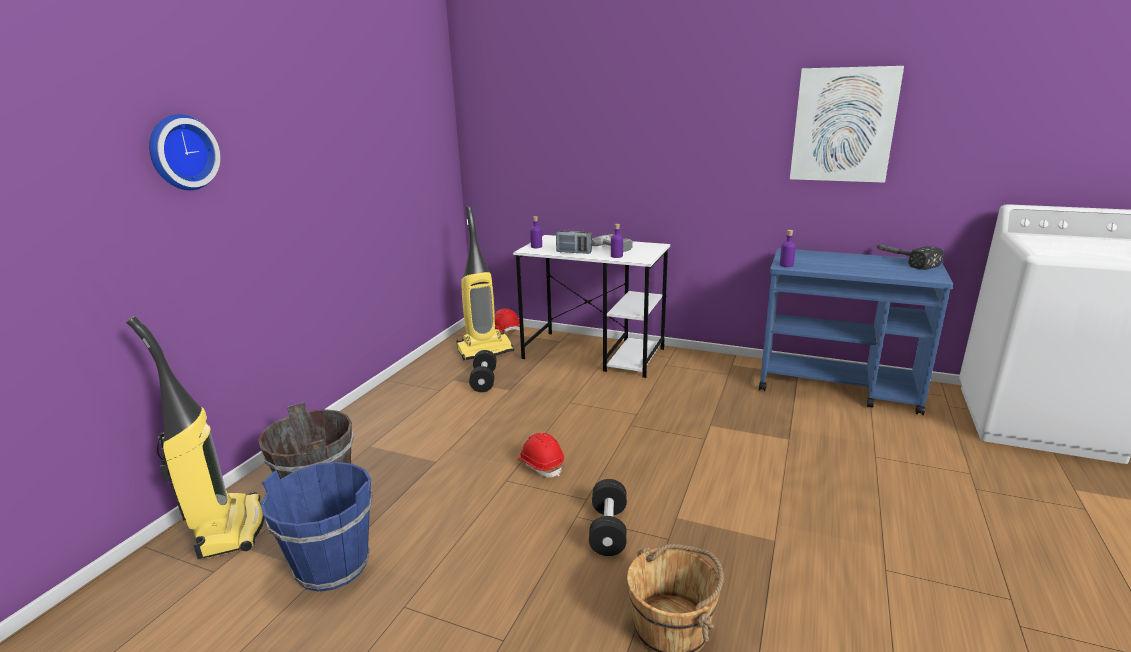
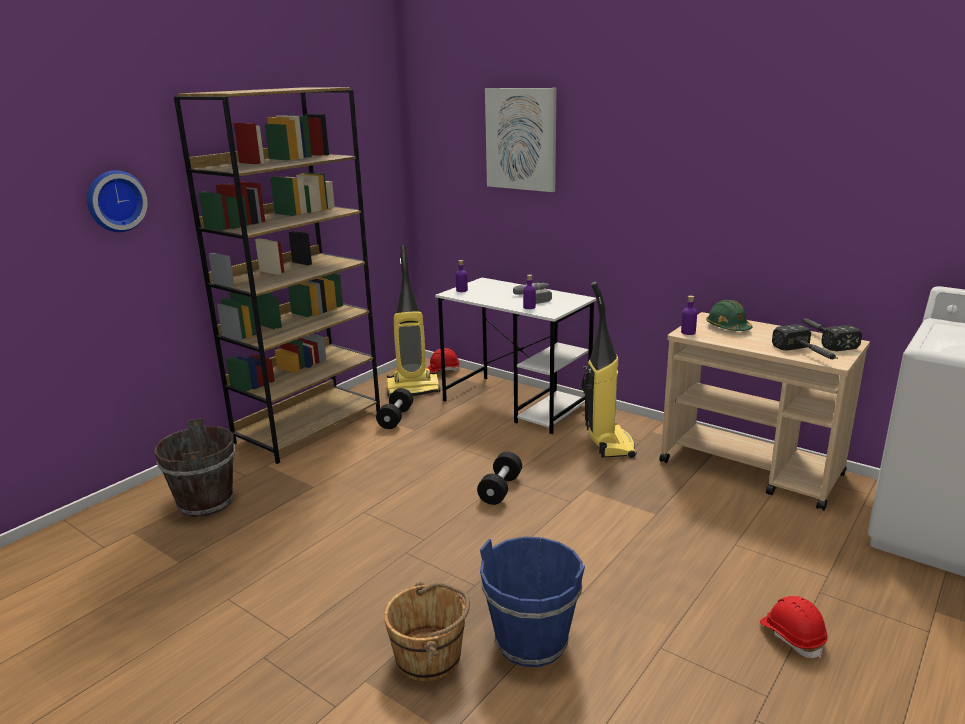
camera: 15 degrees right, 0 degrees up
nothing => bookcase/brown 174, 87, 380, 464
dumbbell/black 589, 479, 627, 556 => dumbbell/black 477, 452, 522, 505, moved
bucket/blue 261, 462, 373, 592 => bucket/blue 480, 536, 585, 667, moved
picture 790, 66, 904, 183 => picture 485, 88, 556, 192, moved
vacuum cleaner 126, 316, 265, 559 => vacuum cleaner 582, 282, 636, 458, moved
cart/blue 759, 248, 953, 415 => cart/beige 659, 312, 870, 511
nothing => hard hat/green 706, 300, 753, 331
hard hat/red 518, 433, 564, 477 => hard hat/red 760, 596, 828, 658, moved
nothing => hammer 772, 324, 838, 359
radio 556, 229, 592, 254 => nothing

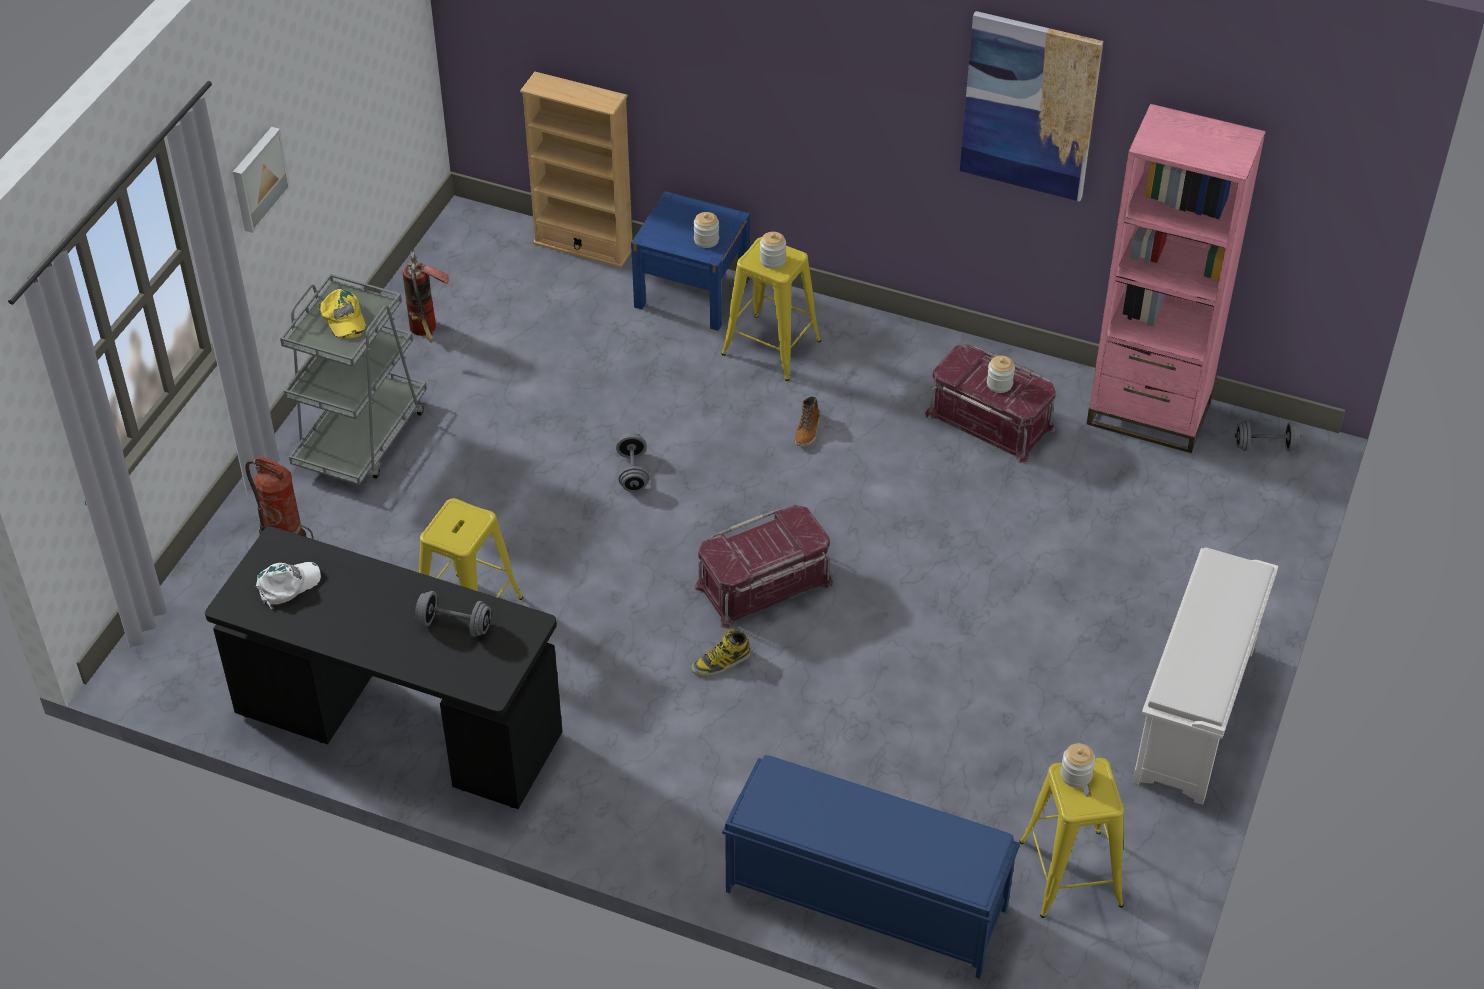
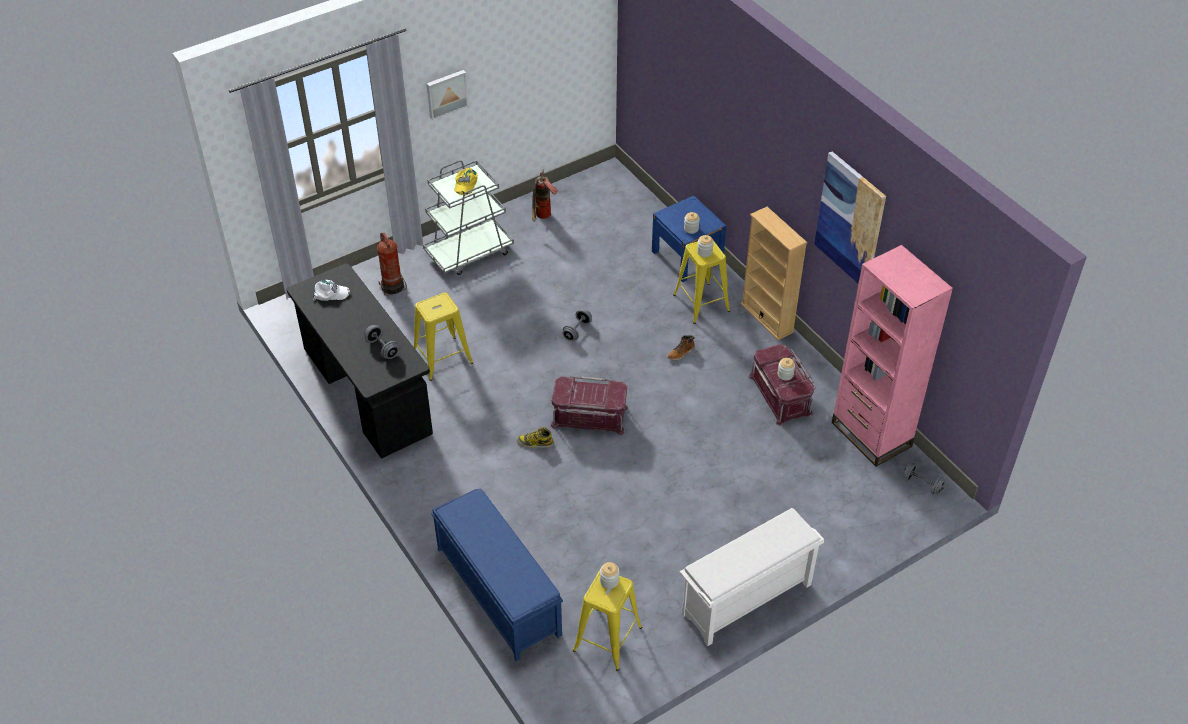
camera: 35 degrees right, 0 degrees up
bookcase/beige 520, 72, 632, 268 => bookcase/beige 741, 207, 808, 340, moved

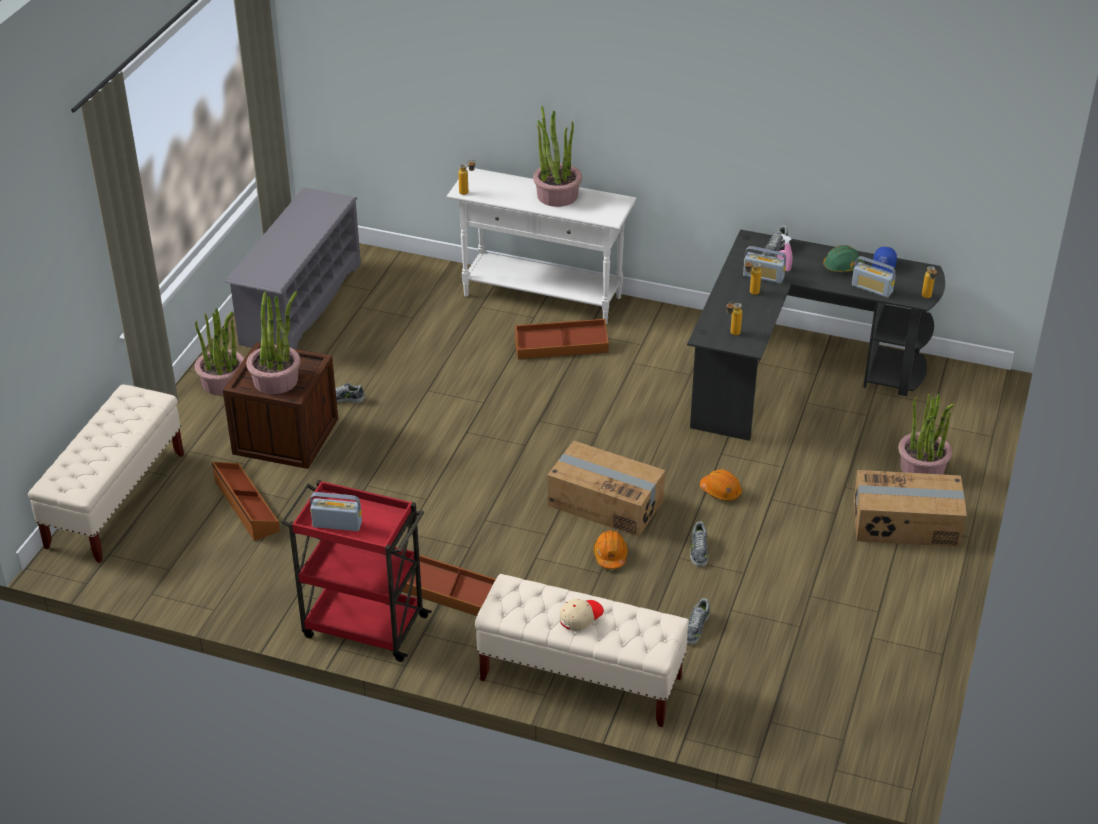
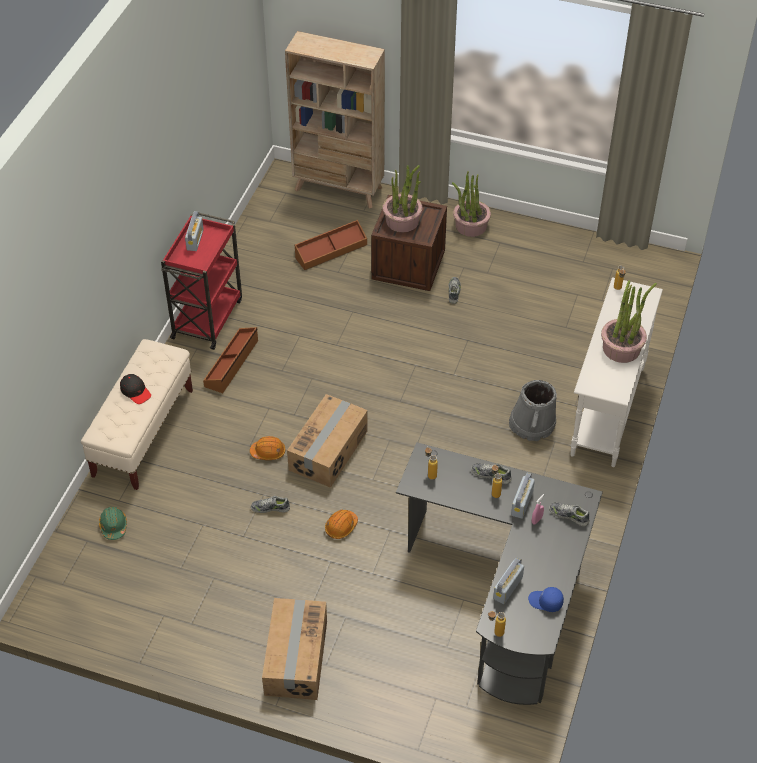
camera: 90 degrees right, 10 degrees up
hard hat/green 823, 245, 865, 273 => hard hat/green 99, 507, 127, 540, moved
cap/beige 560, 599, 604, 631 => cap/black 120, 374, 151, 404
bench/beige 28, 385, 184, 563 => bookcase/beige 285, 31, 385, 209
shoe 687, 598, 710, 645 => shoe 471, 463, 512, 484, moved
storage box/brown 515, 319, 609, 359 => bucket/grey 509, 380, 557, 441
shoe rack/grey 225, 187, 361, 349 => nothing
potted plant 898, 393, 954, 475 => nothing

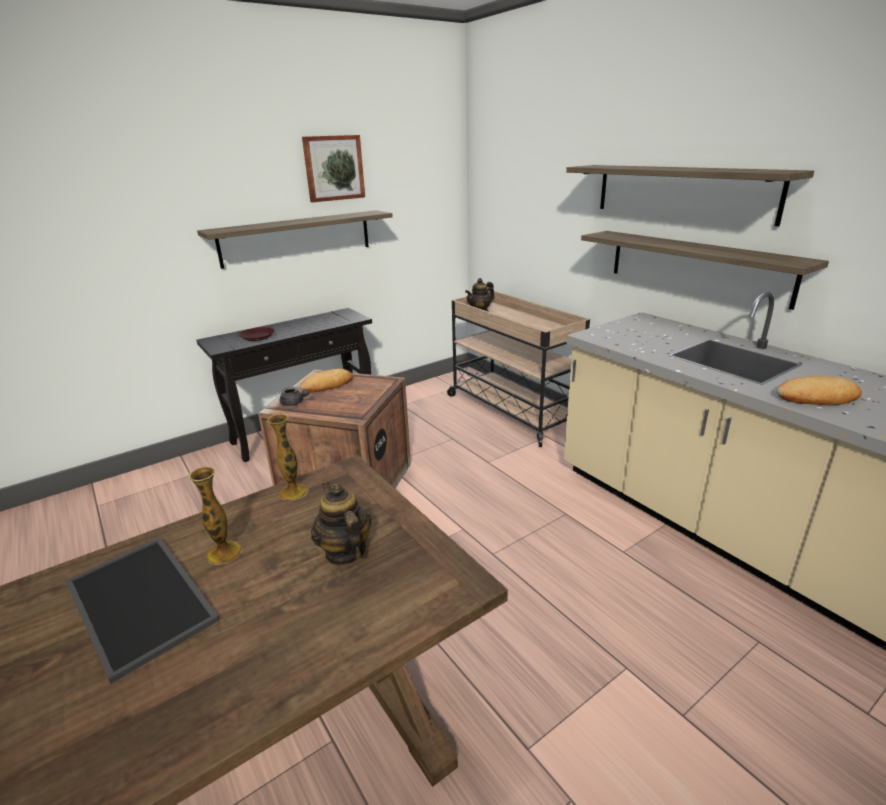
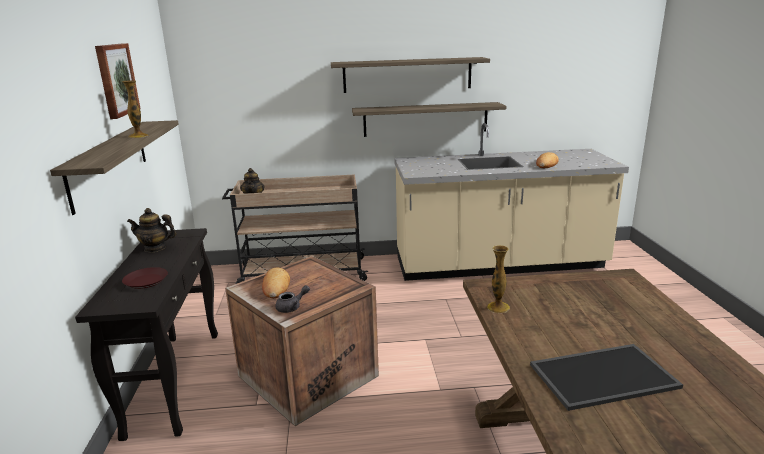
camera: 60 degrees left, 5 degrees down
vase 188, 467, 242, 565 => vase 122, 80, 148, 138, moved
teapot 311, 482, 372, 566 => teapot 127, 208, 177, 252, moved

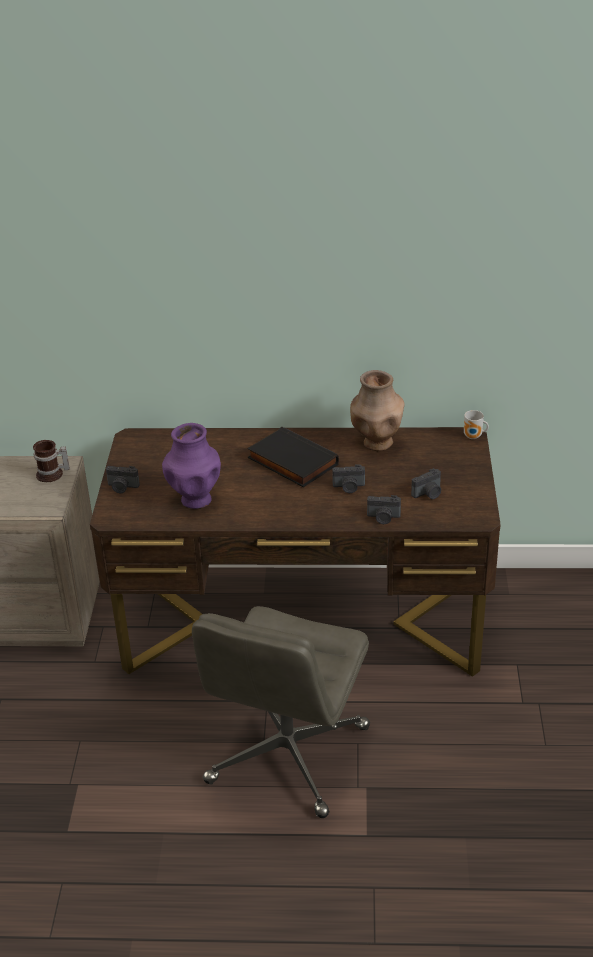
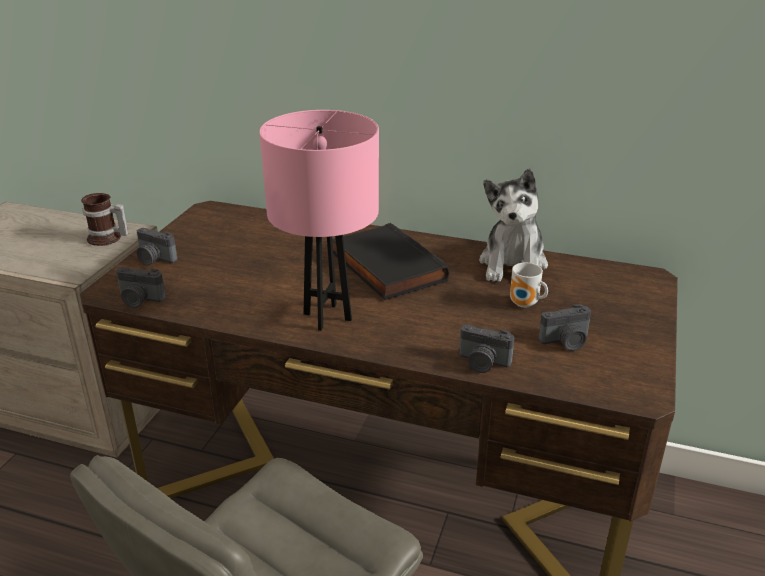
camera: 15 degrees right, 5 degrees down
photo camera 332, 465, 365, 493 => photo camera 116, 267, 166, 308, moved
nothing => table lamp/pink 259, 110, 379, 331
vase/brown 350, 370, 405, 451 => plush toy 479, 168, 548, 282
mug 464, 410, 489, 439 => mug 510, 263, 548, 308, moved
vase/purple 162, 423, 221, 509 => nothing

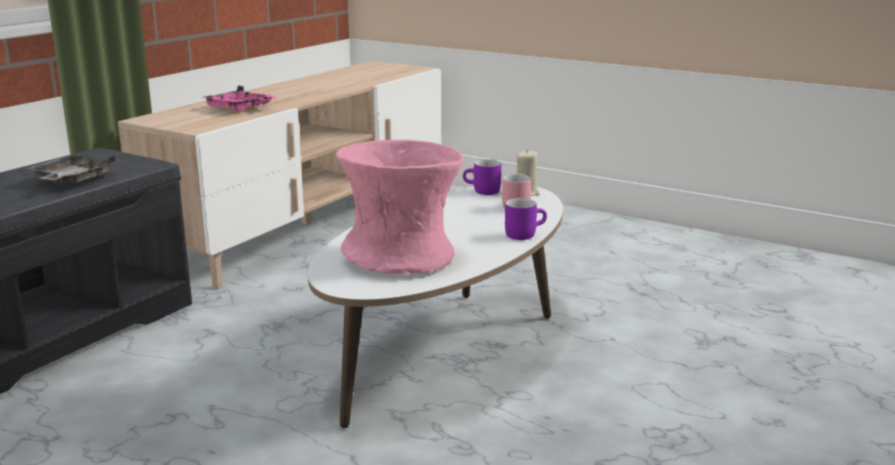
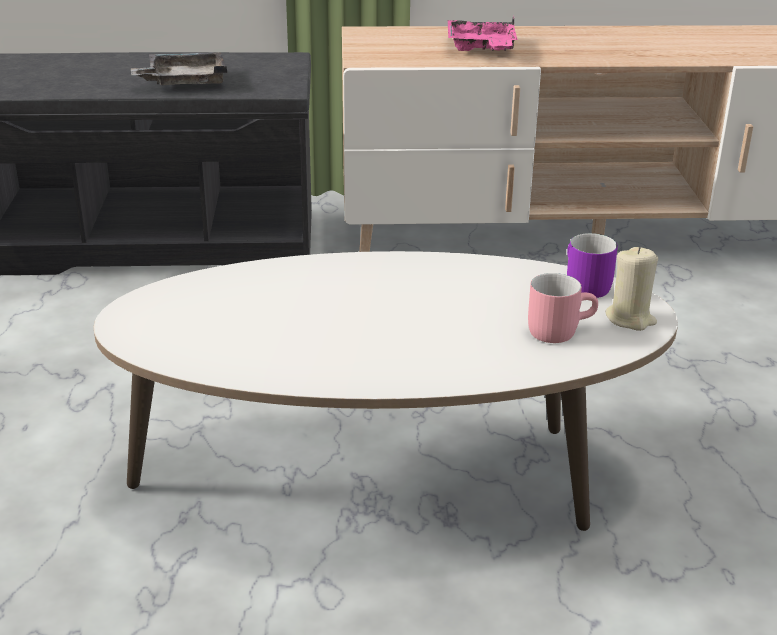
camera: 55 degrees right, 10 degrees up
vase/pink 336, 140, 464, 274 => nothing
mug/purple 505, 198, 547, 240 => nothing

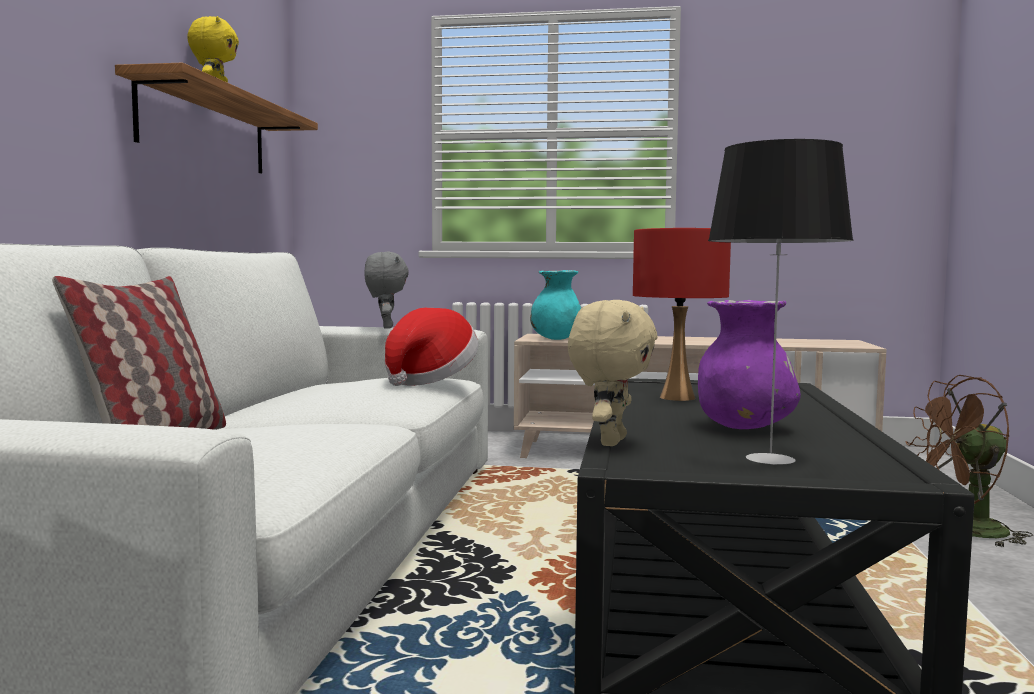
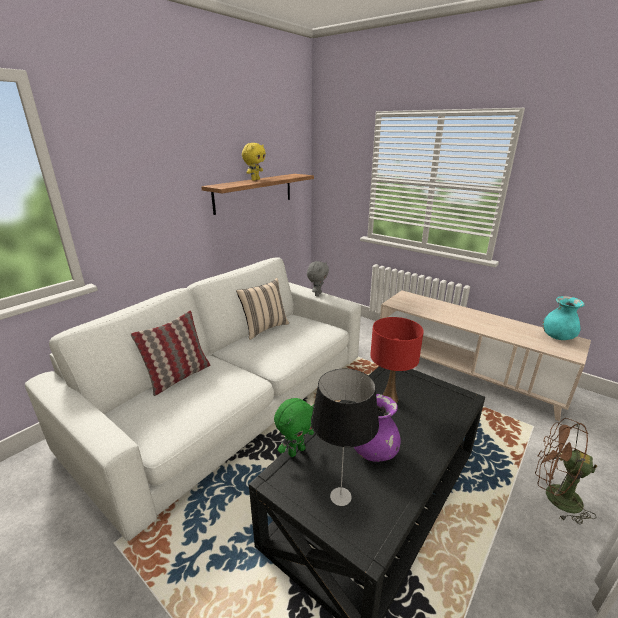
camera: 30 degrees right, 20 degrees up
nothing => pillow/beige 236, 278, 289, 340
plush toy/beige 568, 300, 658, 446 => plush toy/green 274, 398, 314, 457
vase/turquoise 530, 270, 581, 340 => vase/turquoise 543, 296, 585, 340, moved
hat 385, 308, 479, 386 => nothing

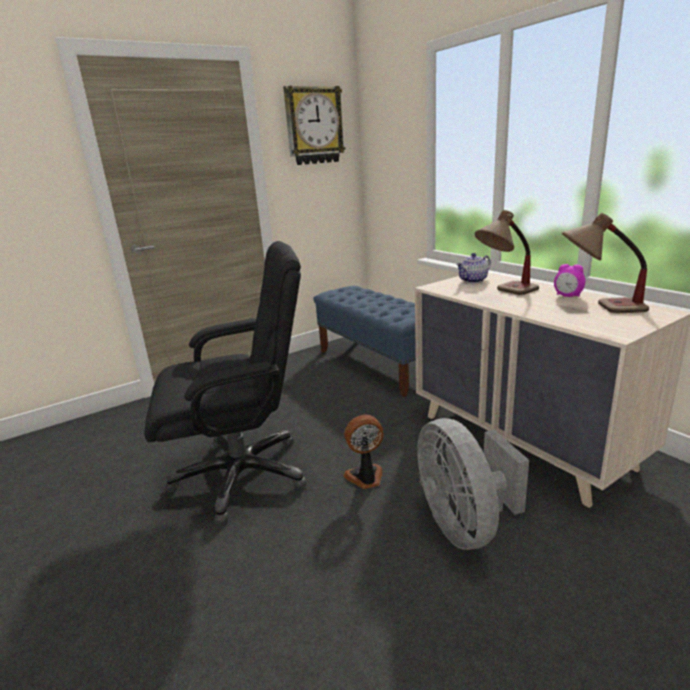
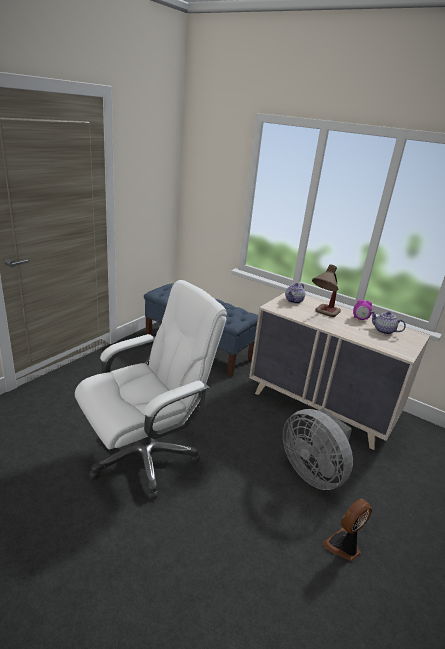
camera: 25 degrees left, 5 degrees up
office chair/black 144, 241, 307, 524 => office chair/white 75, 280, 227, 500
fan 344, 415, 383, 489 => fan 323, 499, 372, 561, moved
table lamp 562, 213, 649, 313 => teapot 370, 311, 406, 335
wall clock 283, 86, 346, 165 => nothing

